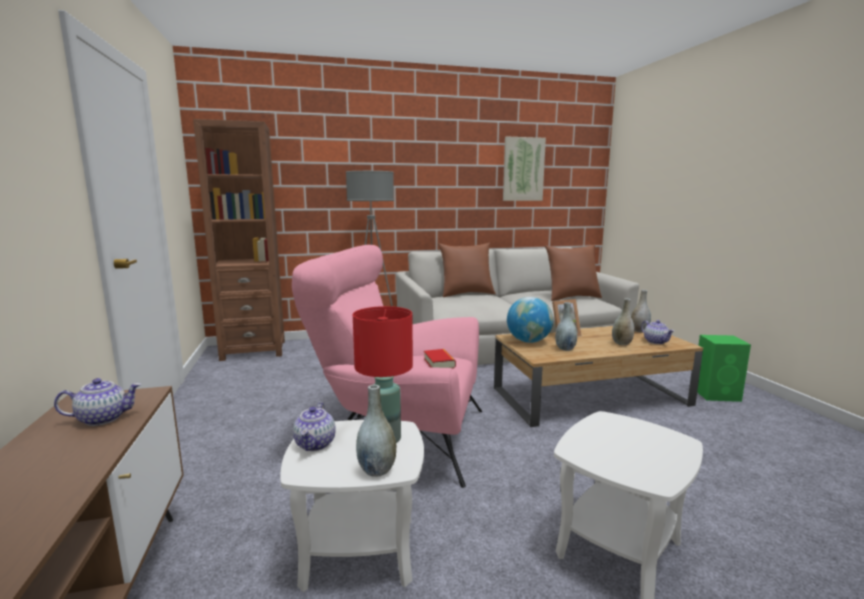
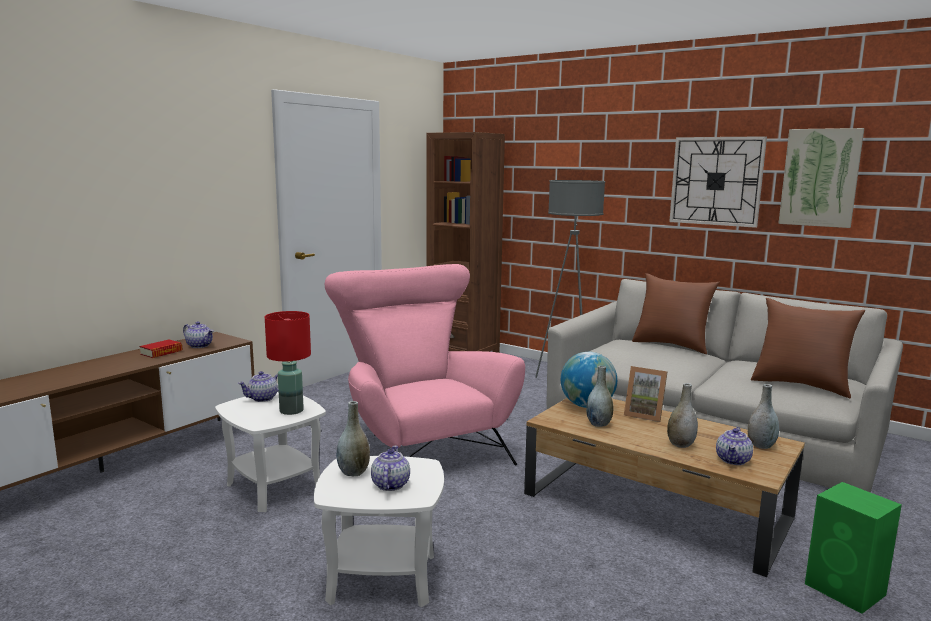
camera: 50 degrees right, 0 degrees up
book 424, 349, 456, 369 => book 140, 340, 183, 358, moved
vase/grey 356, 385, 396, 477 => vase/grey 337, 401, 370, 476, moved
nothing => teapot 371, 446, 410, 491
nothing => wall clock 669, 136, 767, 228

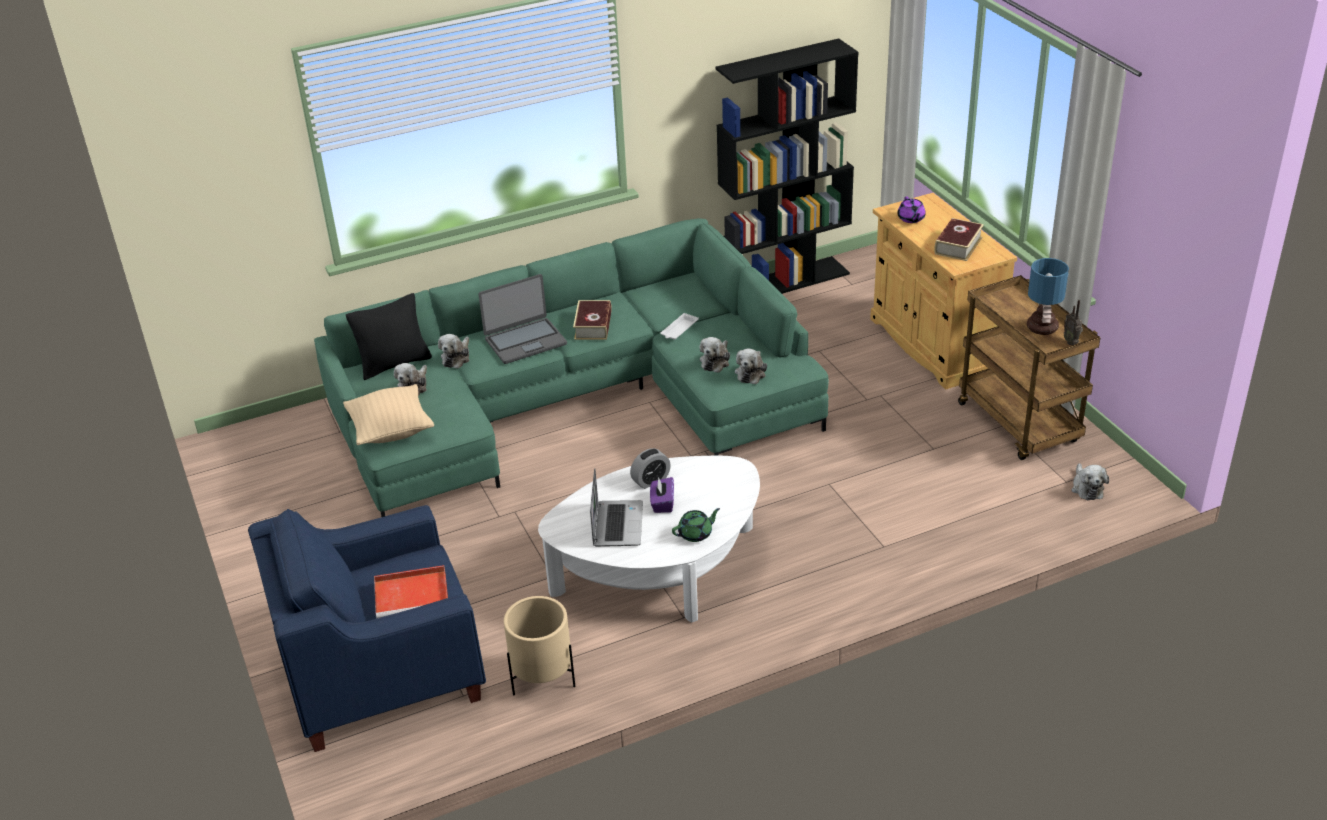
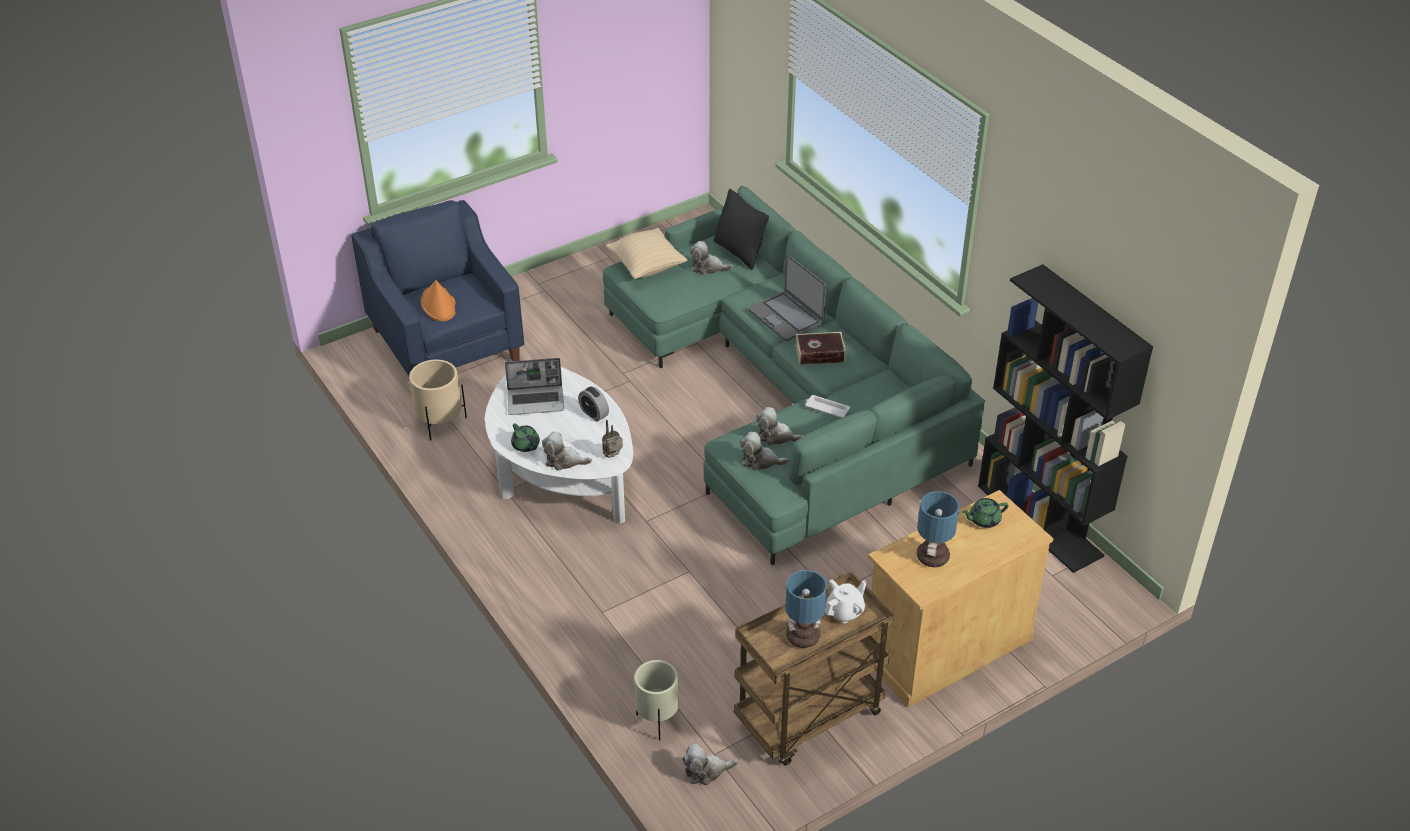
camera: 80 degrees right, 5 degrees up
tray/red 374, 565, 448, 619 => hat/orange 421, 280, 456, 321
plush toy 438, 334, 469, 369 => plush toy 542, 432, 592, 471, moved
radio 1064, 300, 1083, 345 => radio 602, 420, 623, 458, moved
nothing => planter/beige 634, 660, 679, 740
nothing => teapot/white 825, 579, 867, 623
book 934, 218, 984, 261 => table lamp 917, 491, 959, 567
teapot/purple 897, 196, 926, 223 => teapot/green 962, 498, 1009, 528
tissue box/purple 650, 477, 674, 513 => nothing

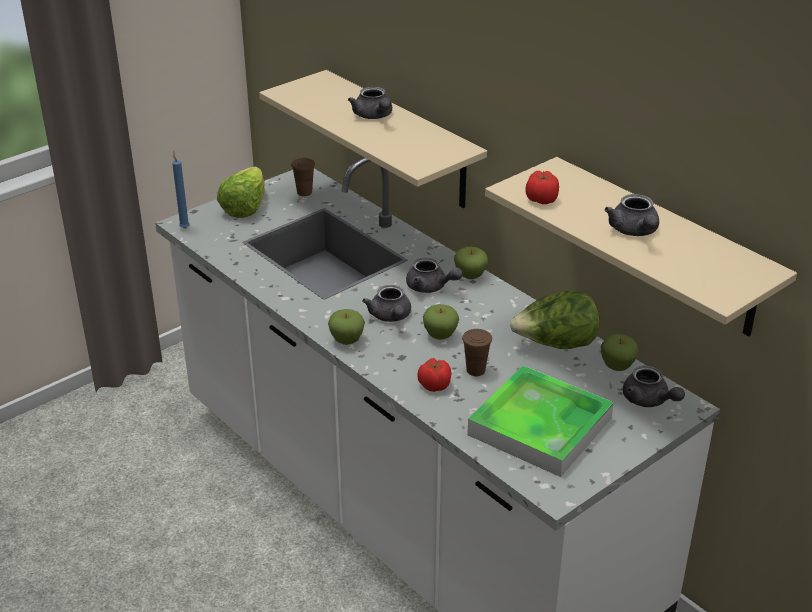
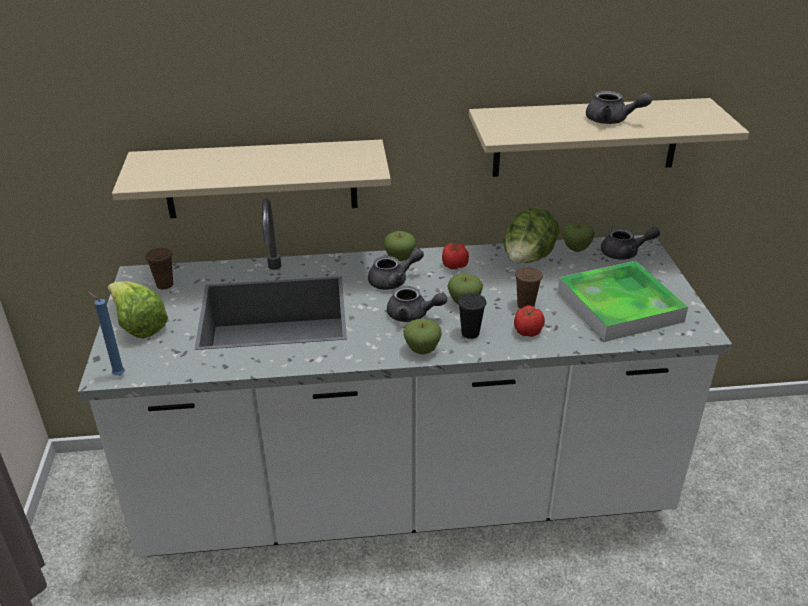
camera: 55 degrees left, 0 degrees up
tomato 525, 170, 559, 204 => tomato 442, 243, 469, 269, moved
nothing => cup/black 458, 293, 486, 339
teapot/grey 348, 87, 392, 119 => nothing

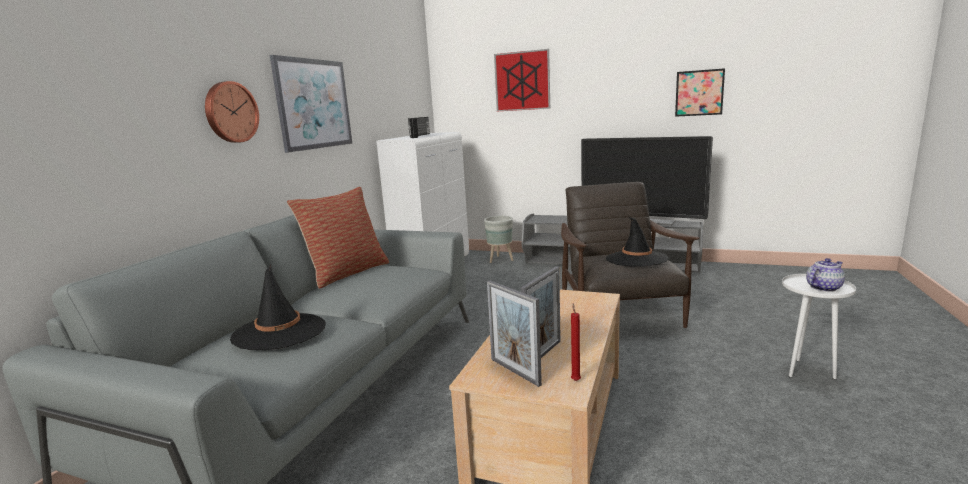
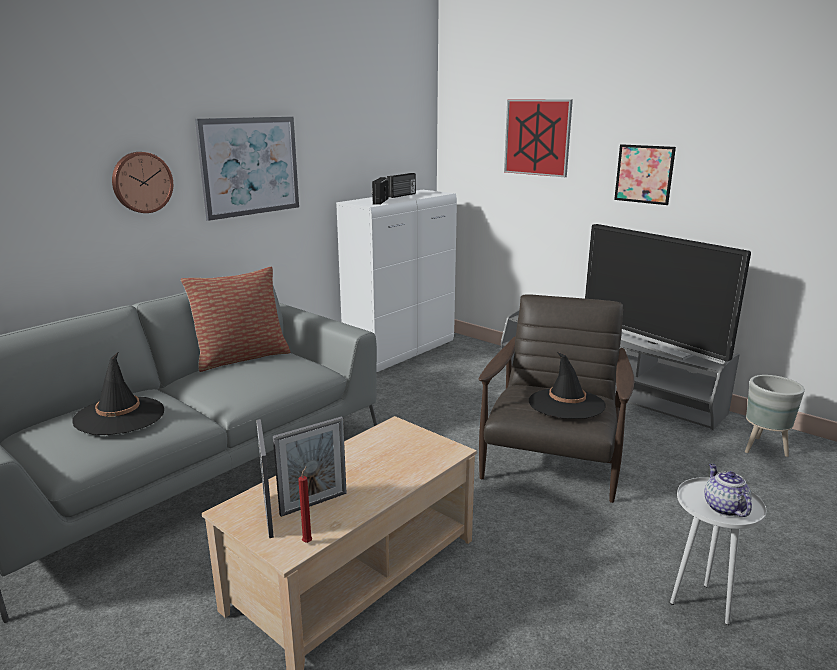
camera: 20 degrees right, 5 degrees up
picture 675, 68, 725, 117 => picture 614, 144, 676, 205, moved
teapot 806, 258, 845, 292 => teapot 704, 464, 752, 517, 90 degrees counterclockwise
planter/grey 484, 216, 513, 263 => planter/grey 745, 375, 805, 457, moved

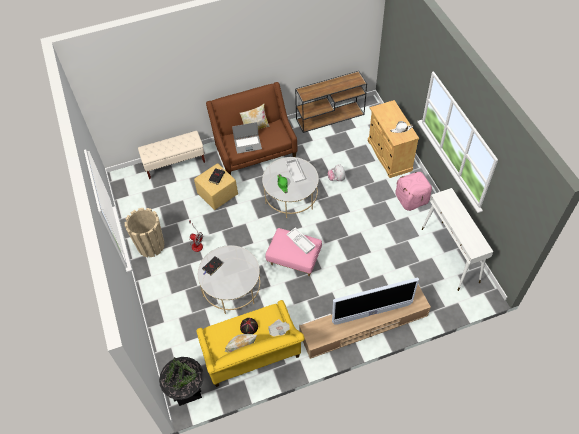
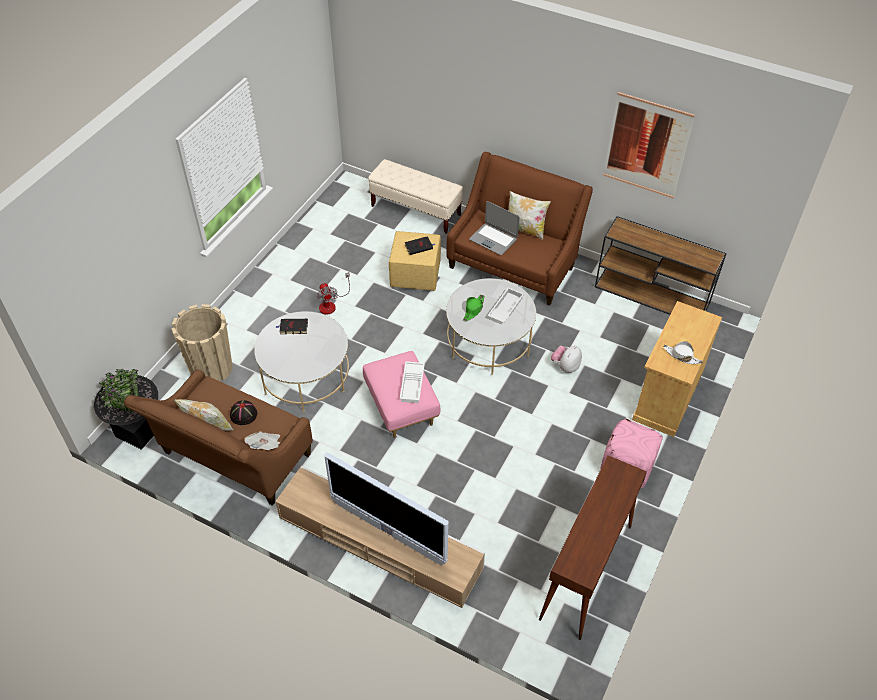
camera: 45 degrees right, 5 degrees down
sofa/yellow 196, 300, 305, 387 => sofa/brown 124, 370, 313, 506
planter/beige 125, 208, 165, 257 => planter/beige 171, 304, 233, 382, moved
console table/white 422, 188, 493, 291 => console table/brown 539, 455, 647, 640
nothing => picture 603, 92, 695, 198

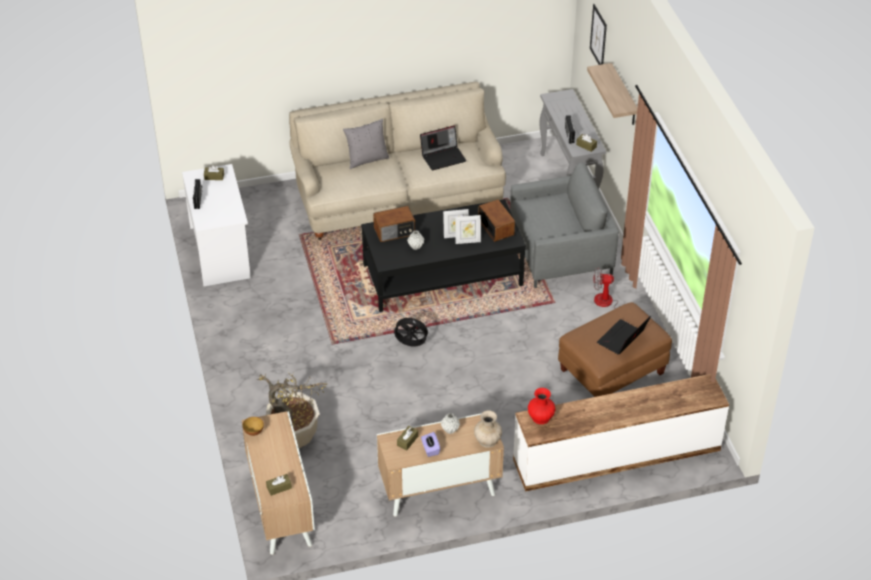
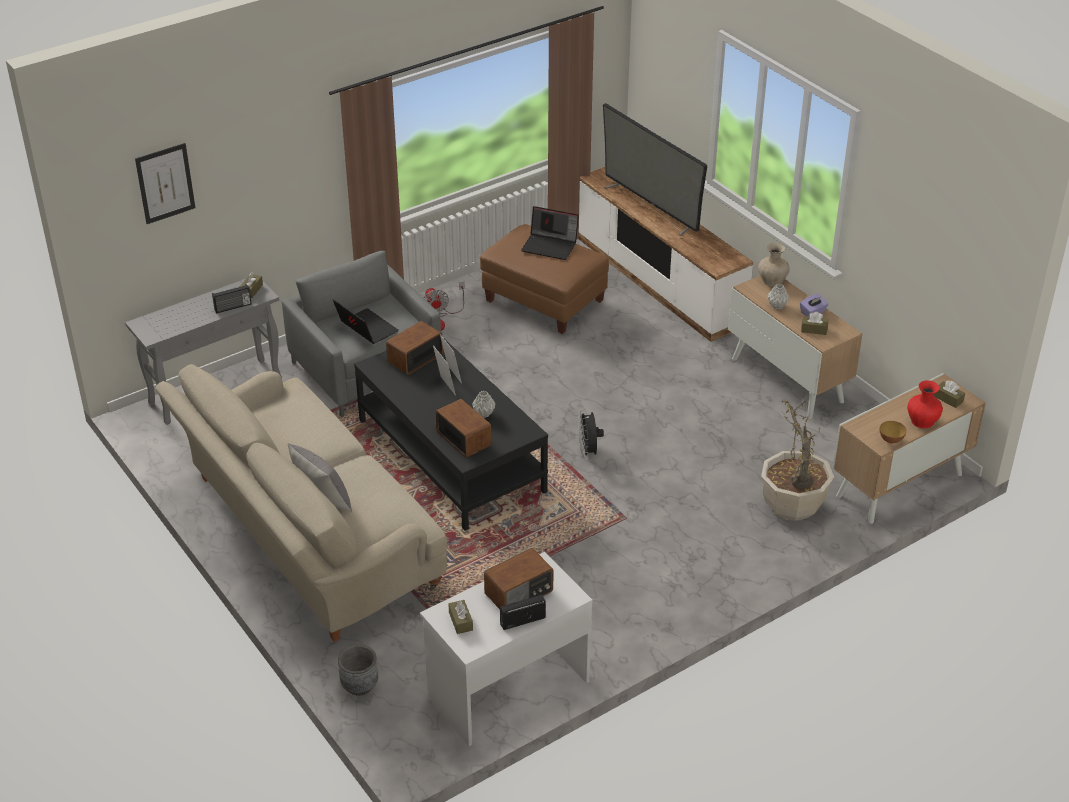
camera: 110 degrees left, 5 degrees down
laptop 420, 125, 466, 171 => laptop 333, 299, 399, 344, moved
nothing => planter/grey 338, 644, 378, 696
nothing => radio 484, 548, 553, 609
nothing => television 603, 103, 707, 236
vase/red 528, 388, 555, 424 => vase/red 907, 380, 943, 428, moved
shelf 587, 63, 637, 125 => nothing

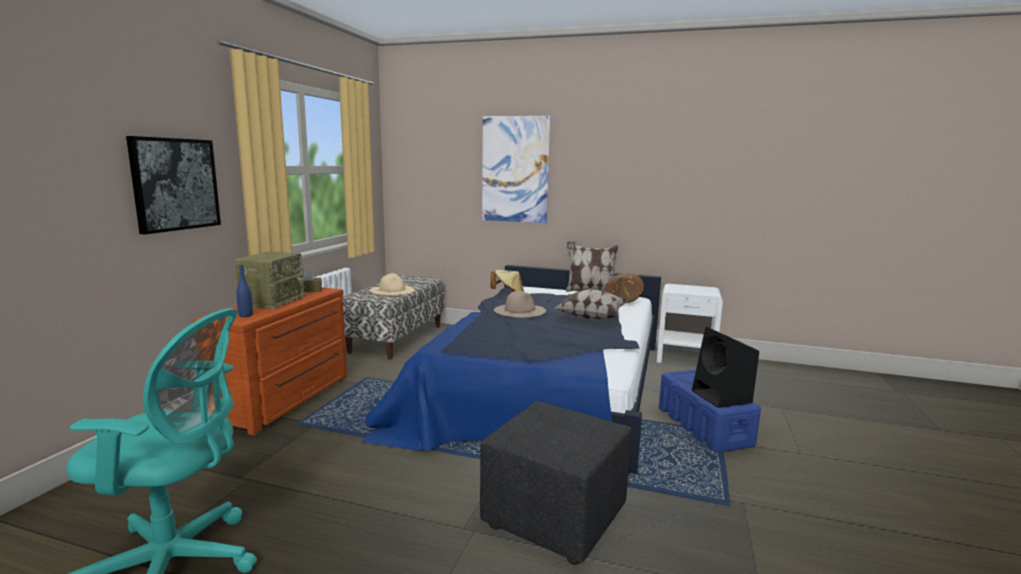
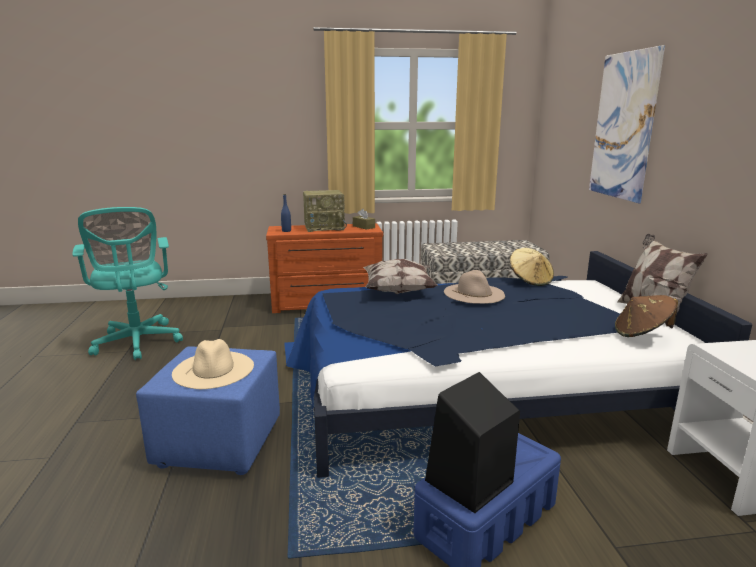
camera: 65 degrees right, 5 degrees up
ottoman/black 480, 401, 632, 565 => ottoman/blue 136, 346, 280, 475
hat/beige 370, 273, 415, 295 => hat/beige 172, 339, 254, 389, moved
pillow 555, 288, 627, 321 => pillow 363, 259, 438, 294, moved
picture 126, 136, 221, 234 => nothing

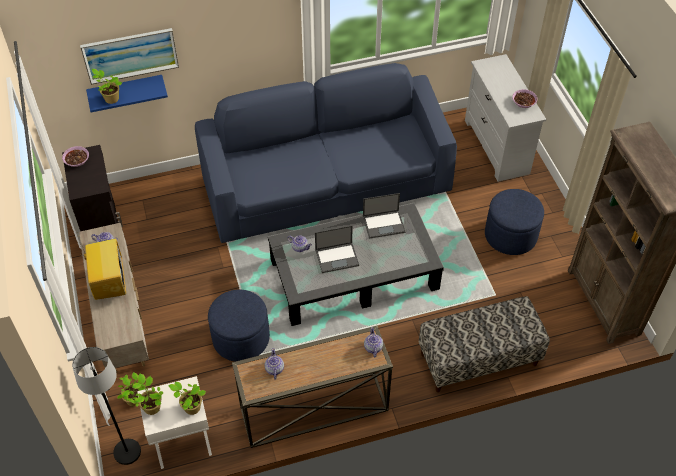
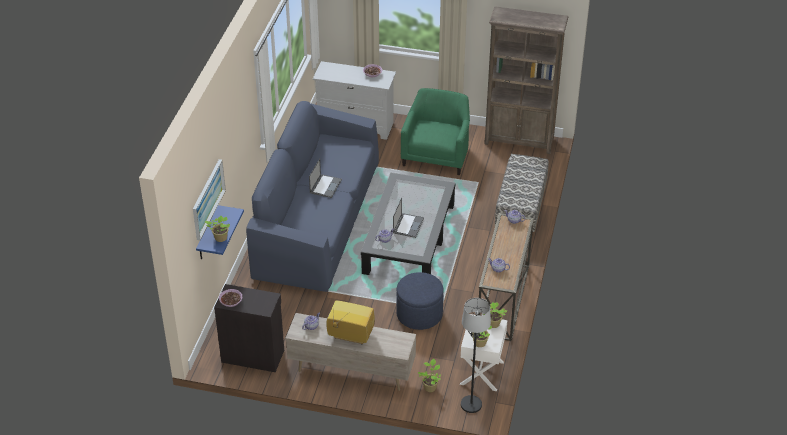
camera: 60 degrees left, 10 degrees down
laptop 363, 193, 406, 239 => laptop 309, 158, 342, 198, moved
ottoman/blue 485, 189, 544, 255 => armchair/green 401, 88, 470, 175

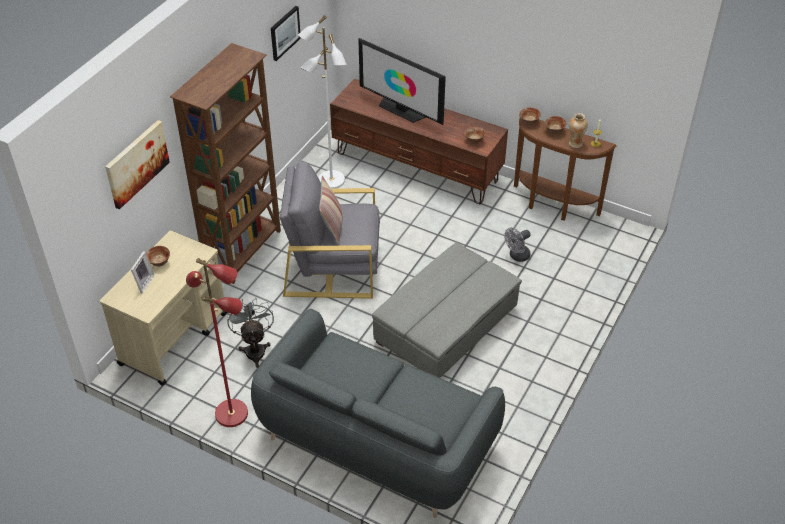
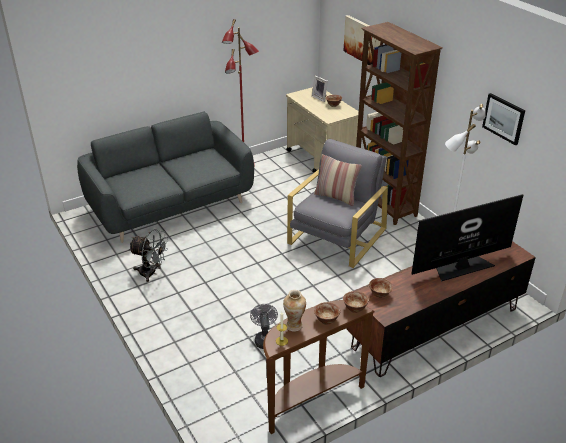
camera: 120 degrees right, 10 degrees down
fan/grey 227, 298, 274, 368 => fan/grey 128, 229, 168, 282, moved
ottoman/grey 372, 242, 522, 378 => nothing

